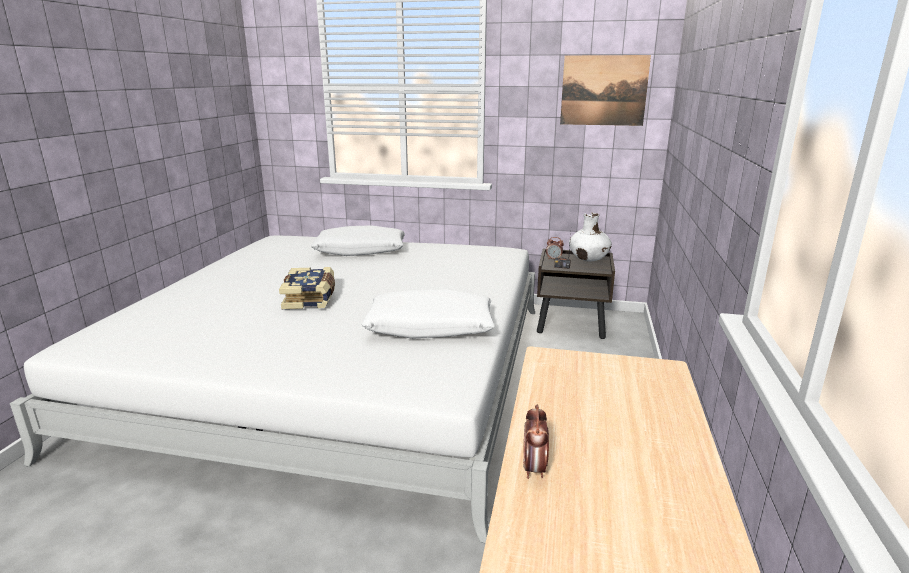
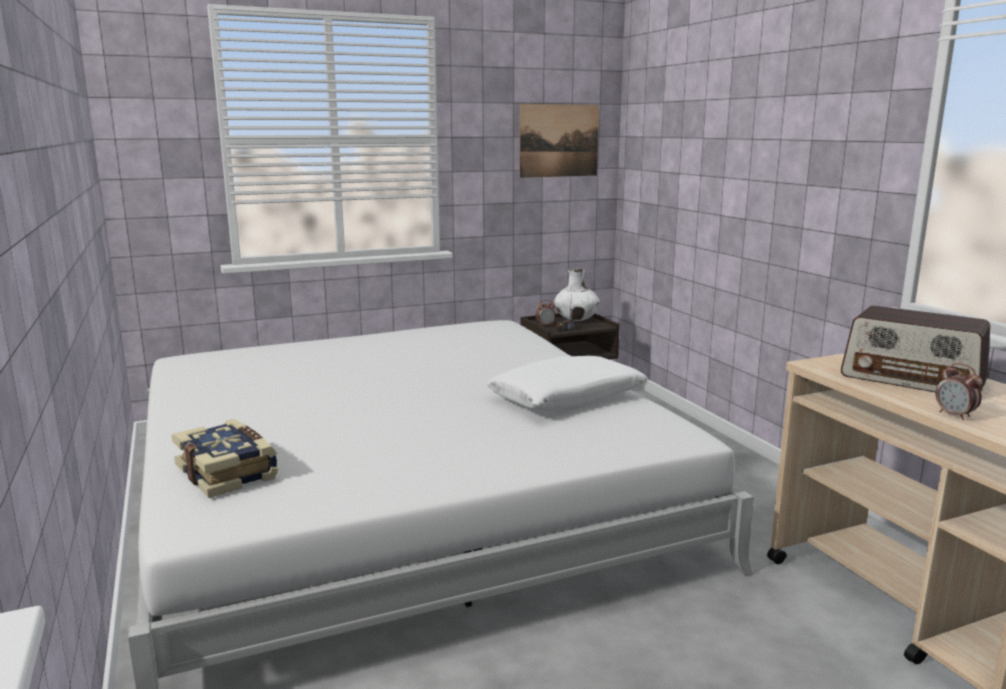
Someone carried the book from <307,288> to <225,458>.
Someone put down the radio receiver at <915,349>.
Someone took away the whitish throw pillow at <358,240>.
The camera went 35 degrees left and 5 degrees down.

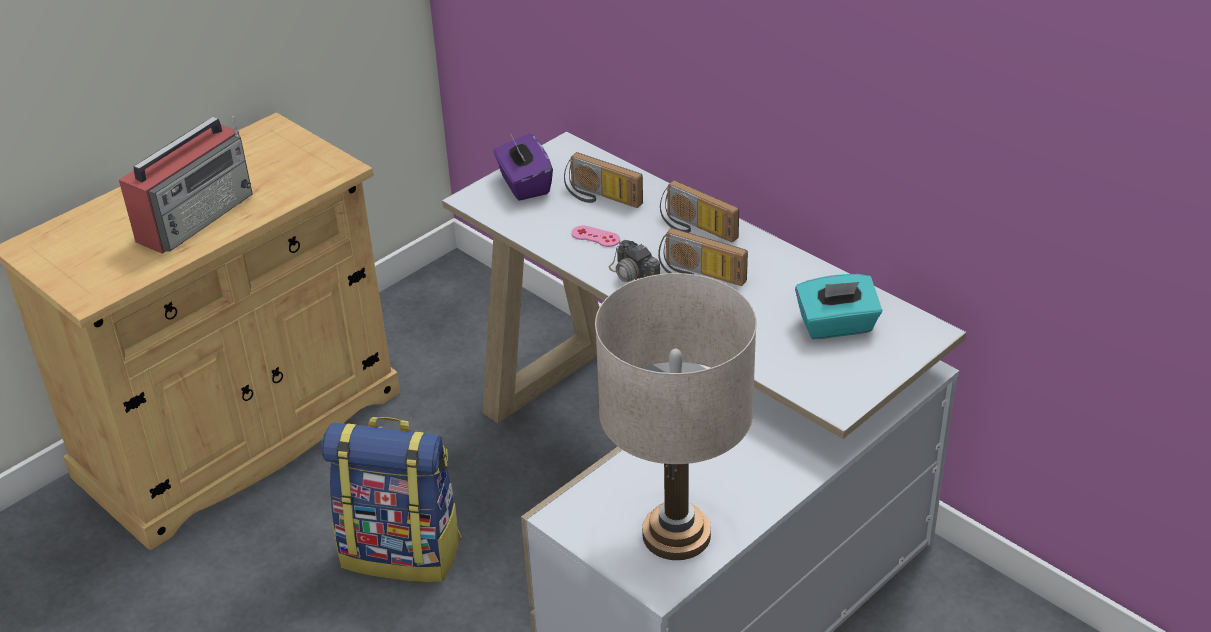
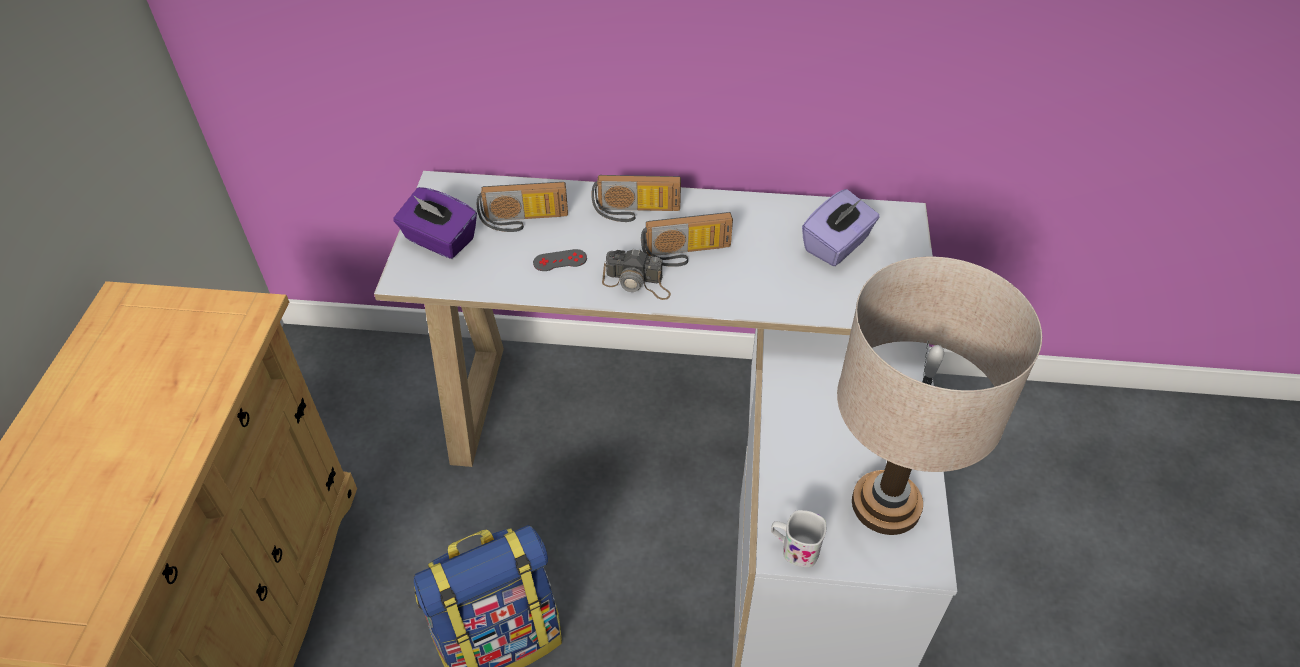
Someone repainted the pink-coloured game controller at <595,236>, which became the grey game controller at <560,260>.
Someone put down the whitish mug at <798,538>.
Someone repainted the turquoise box of tissues at <838,306>, which became the purple-coloured box of tissues at <841,227>.
Someone took away the radio receiver at <186,185>.
The camera went 40 degrees left and 10 degrees up.

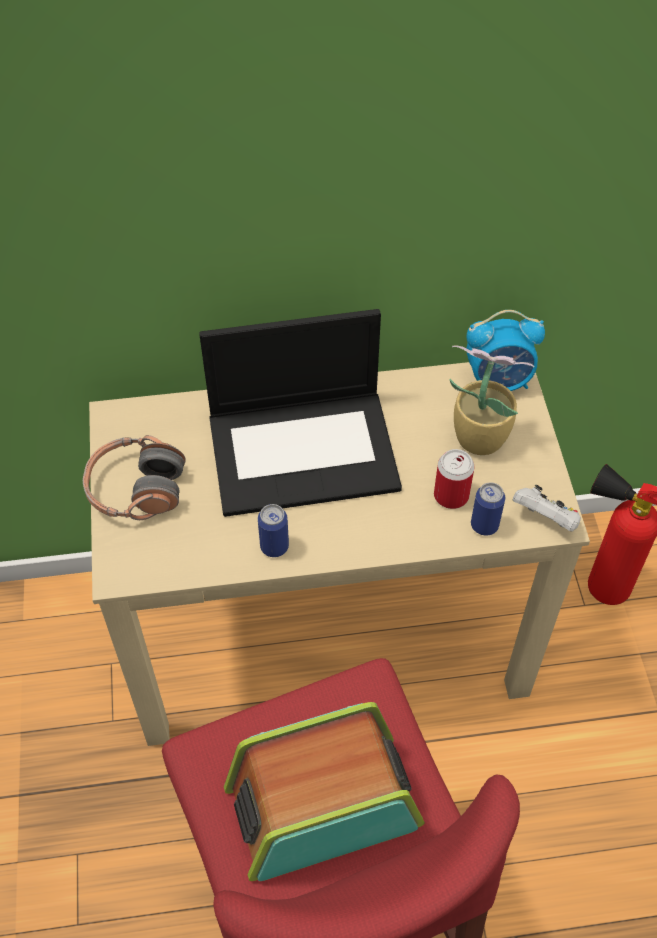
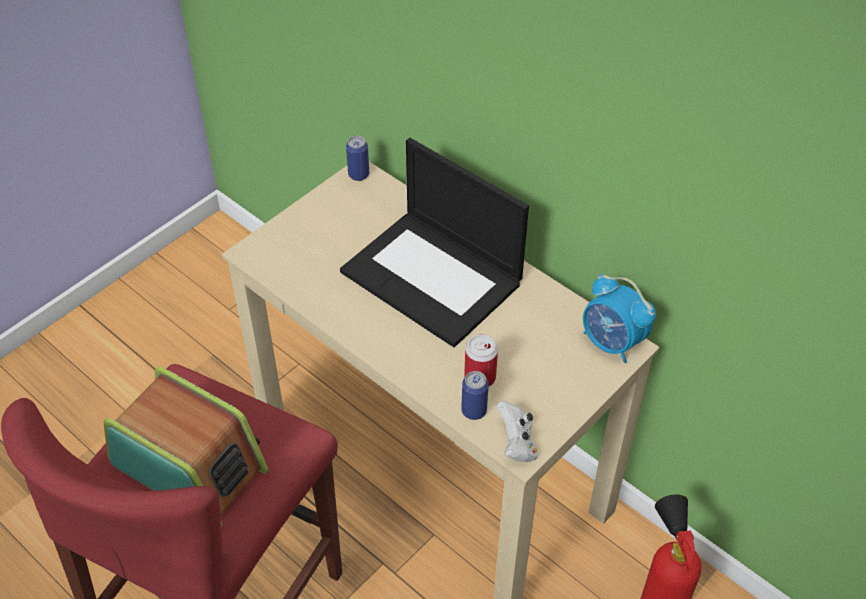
Someone carried the sealed can from <273,530> to <357,158>.
Someone took away the pair of headphones at <134,477>.
Someone took away the plant in a pot at <492,400>.
The camera went 50 degrees right and 5 degrees down.

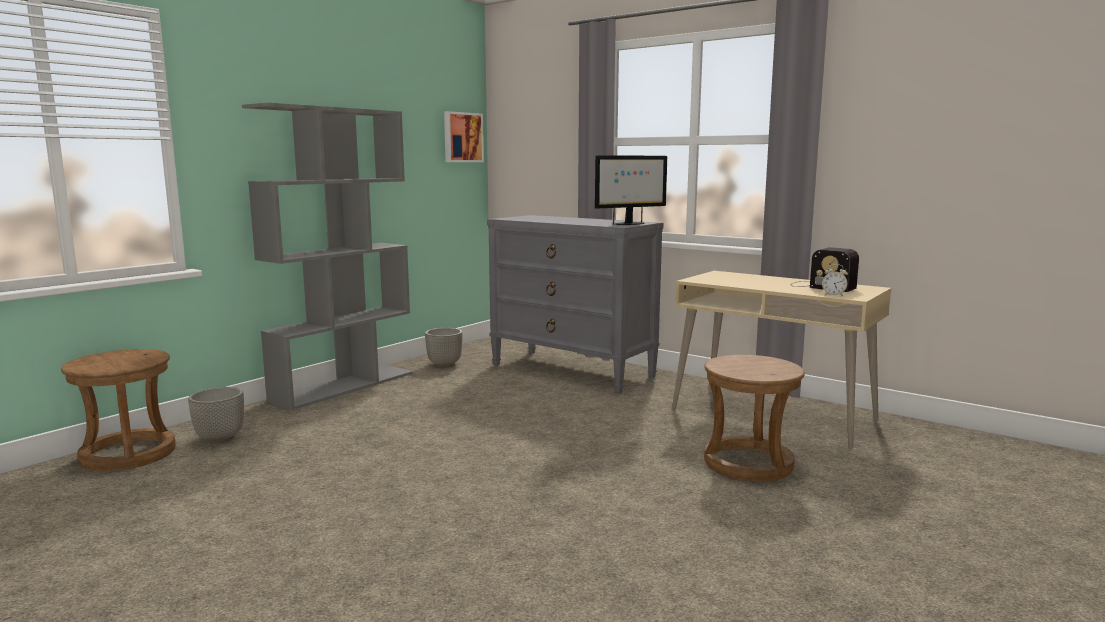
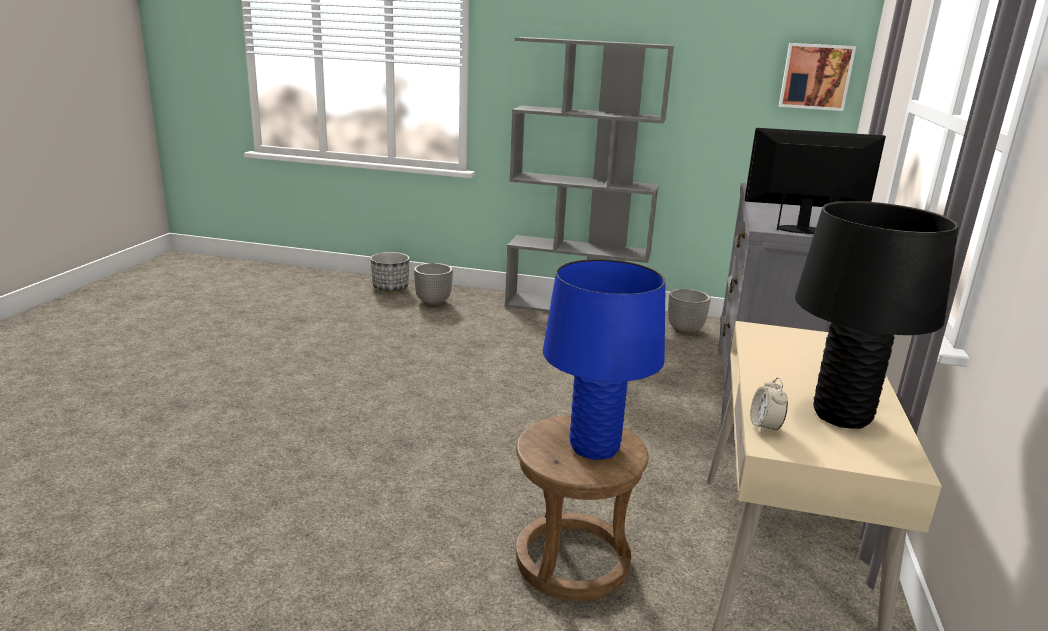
Someone swapped the brownish stool at <118,410> for the plant pot at <390,272>.
Someone put down the bluish lamp for a table at <604,359>.
Someone rotated the monitor at <631,190> by 150 degrees clockwise.
Someone swapped the radio receiver at <825,269> for the black lamp for a table at <877,315>.
The camera went 65 degrees right and 10 degrees up.

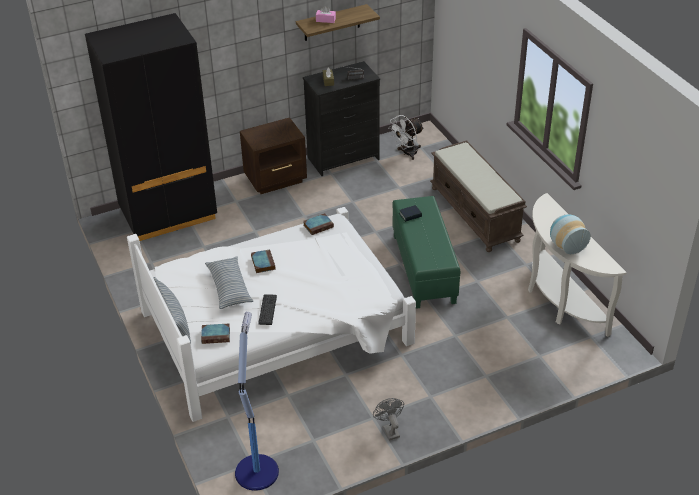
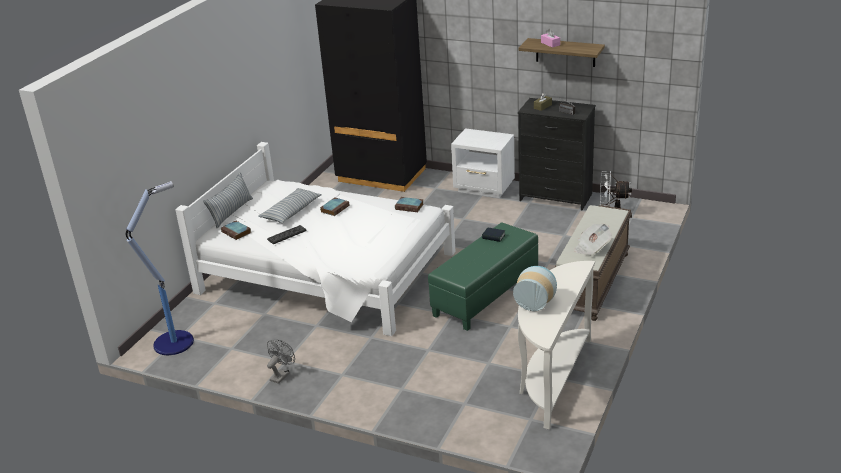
Someone repainted the brownish night table at <273,155>, which became the whitish night table at <483,163>.
Someone put down the newspaper at <593,240>.
The camera went 50 degrees right and 10 degrees down.

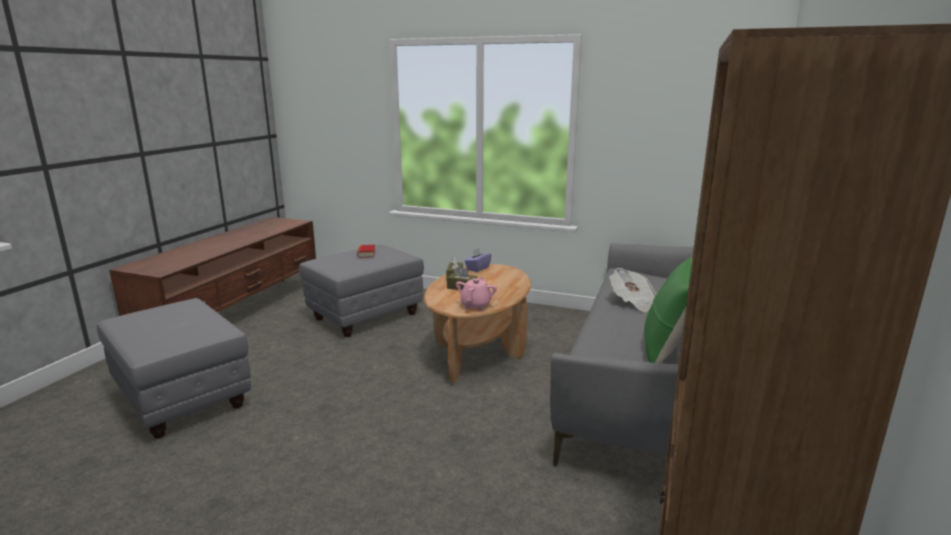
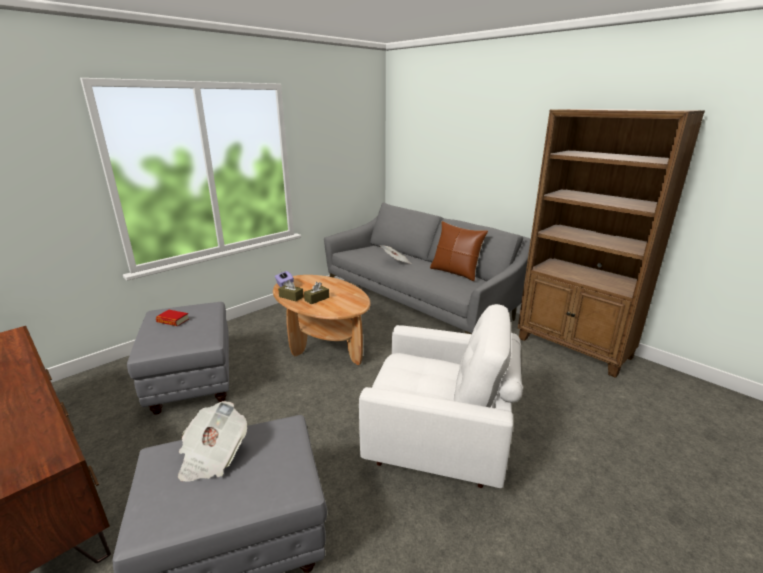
Someone put down the newspaper at <212,441>.
Someone put down the whitish lounge chair at <441,396>.
Someone repainted the greenish throw pillow at <668,309>, which became the brownish throw pillow at <459,251>.
Someone took away the pink-coloured teapot at <476,293>.
The camera went 65 degrees left and 5 degrees up.

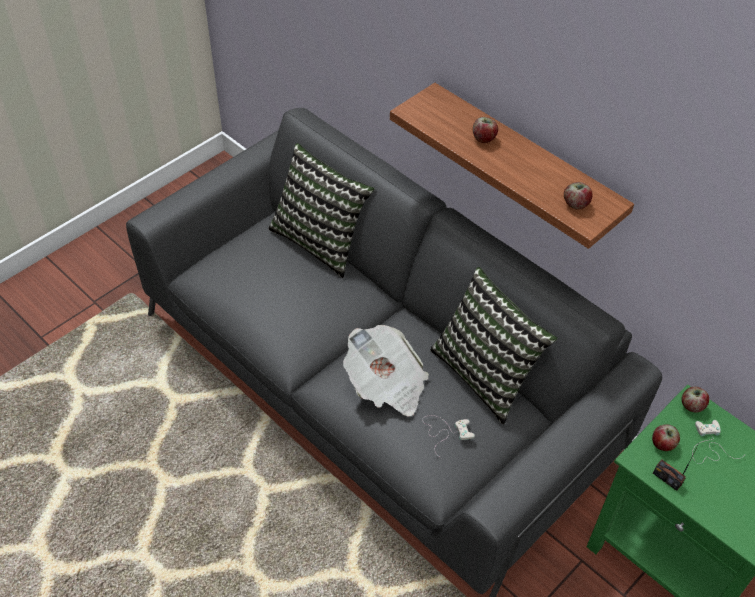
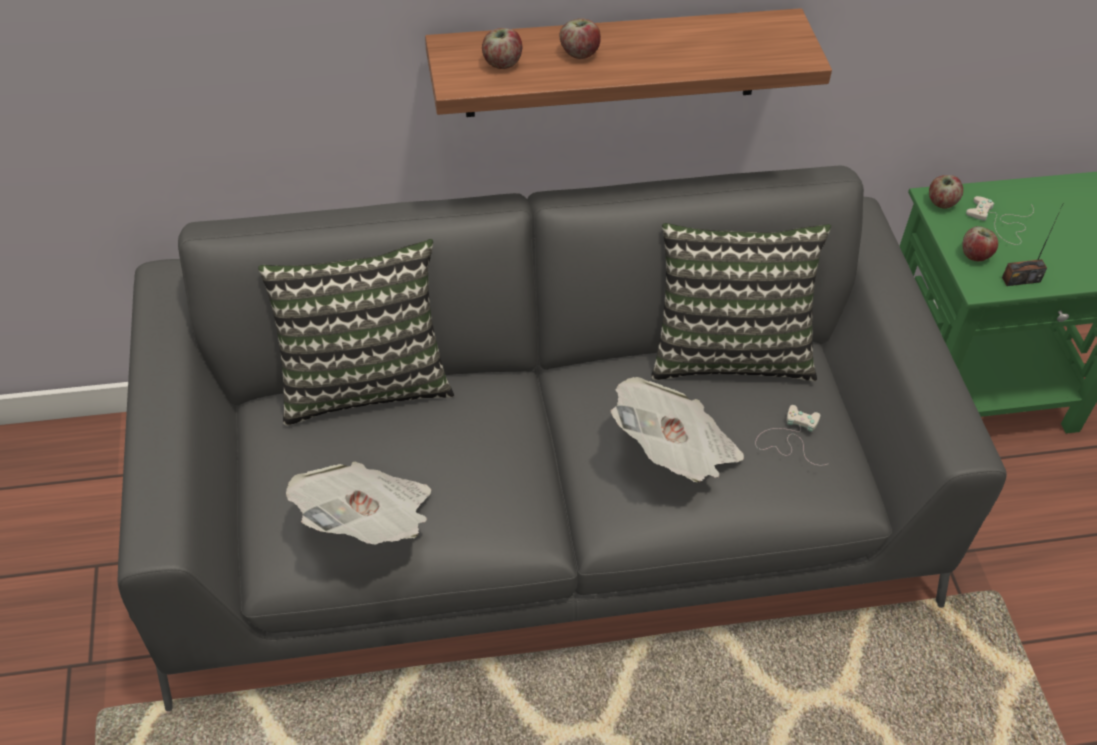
Someone put down the newspaper at <358,503>.
Someone carried the whole apple from <578,196> to <502,48>.
The camera went 55 degrees left and 0 degrees up.

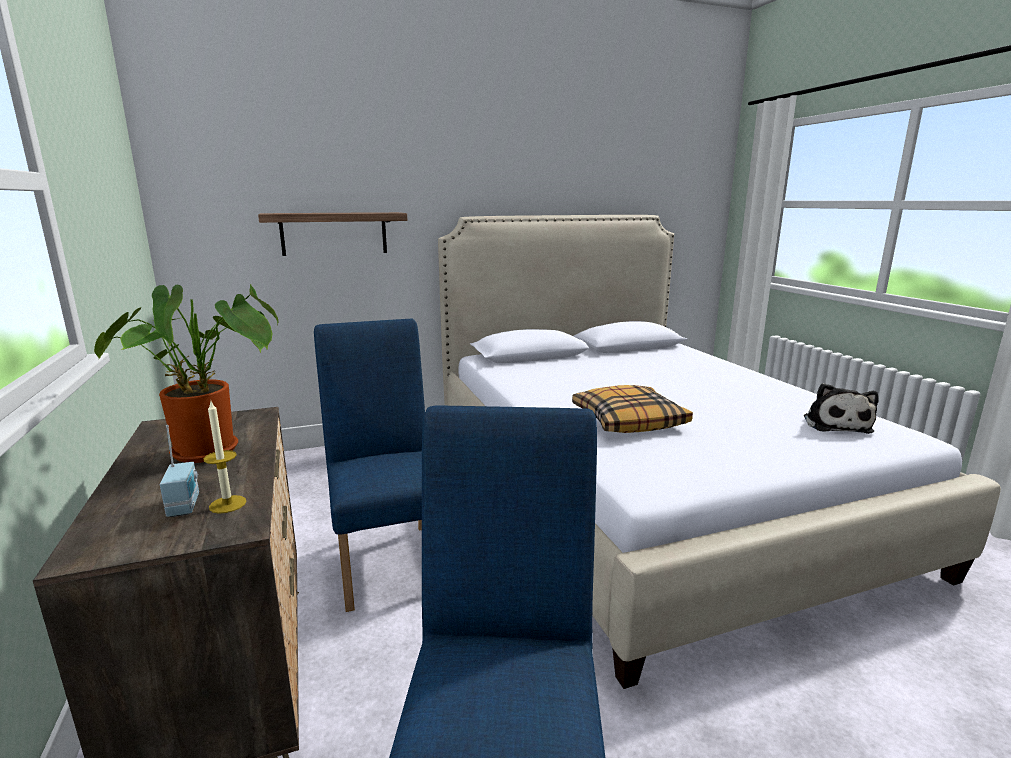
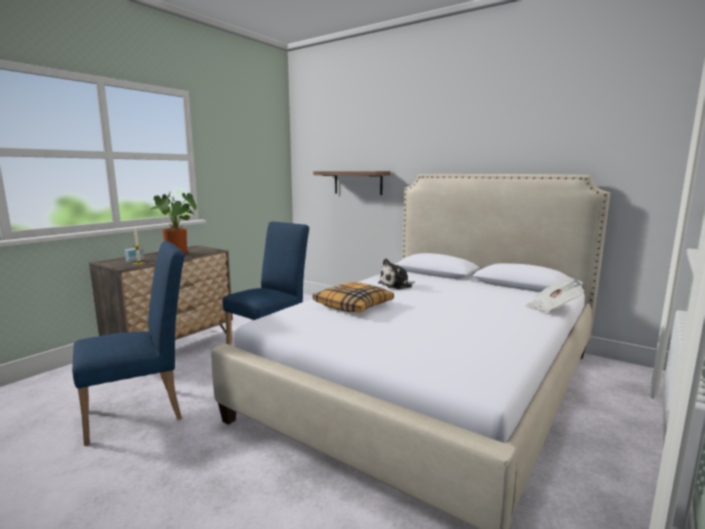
Someone carried the cuddly toy from <841,408> to <396,274>.
Someone put down the newspaper at <555,296>.
The camera went 55 degrees right and 5 degrees down.

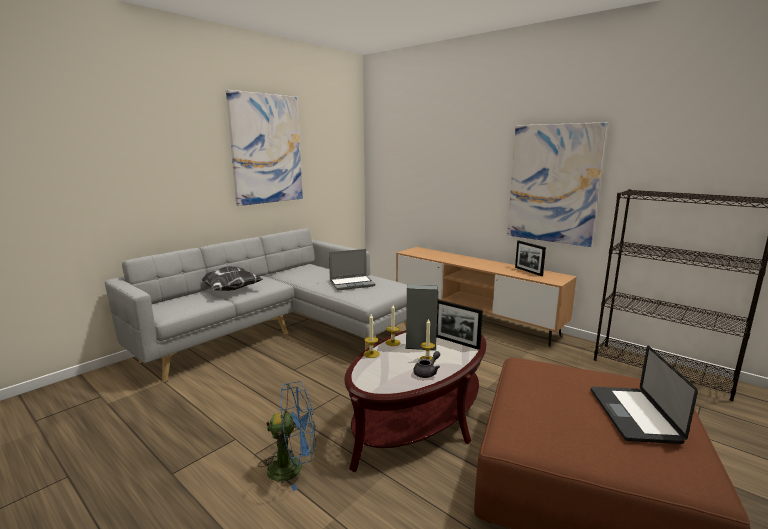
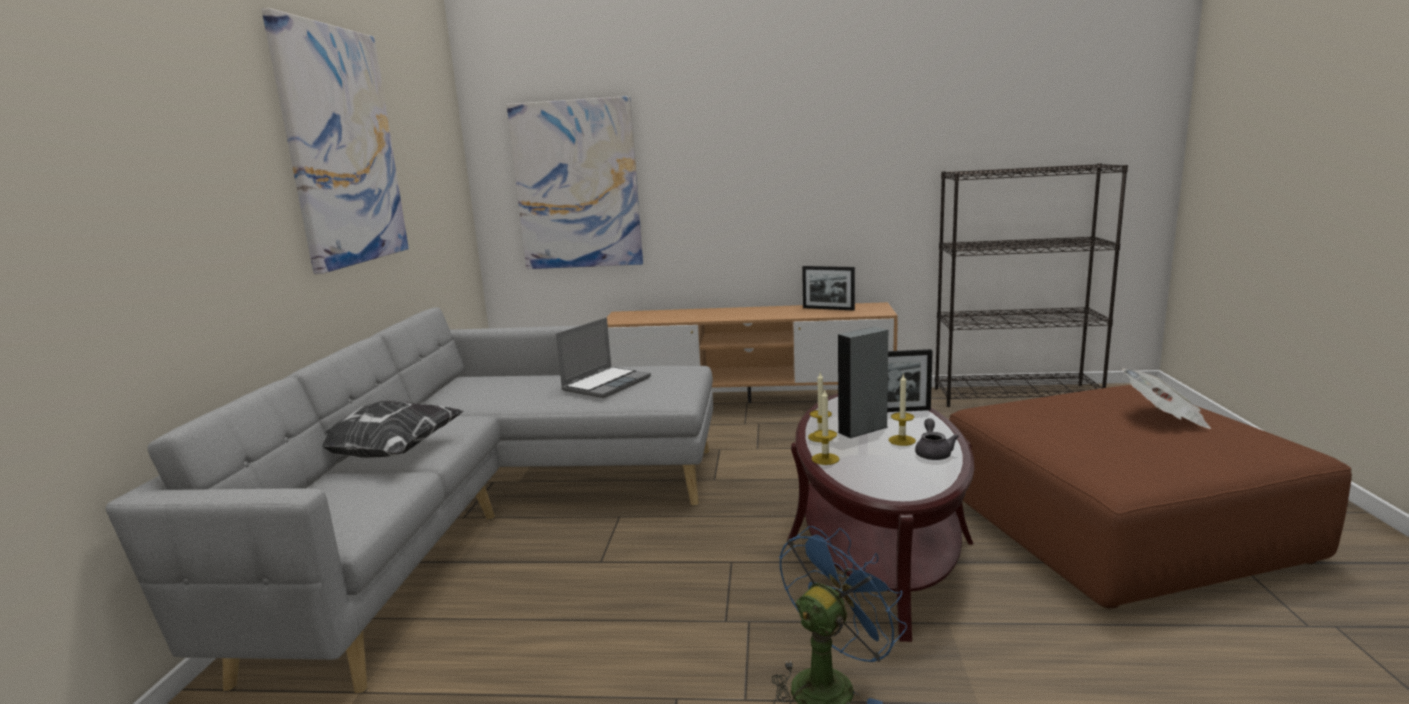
Someone carried the wall picture from <557,184> to <575,182>.
Someone swapped the laptop at <644,395> for the newspaper at <1166,398>.
The camera went 35 degrees left and 0 degrees up.

